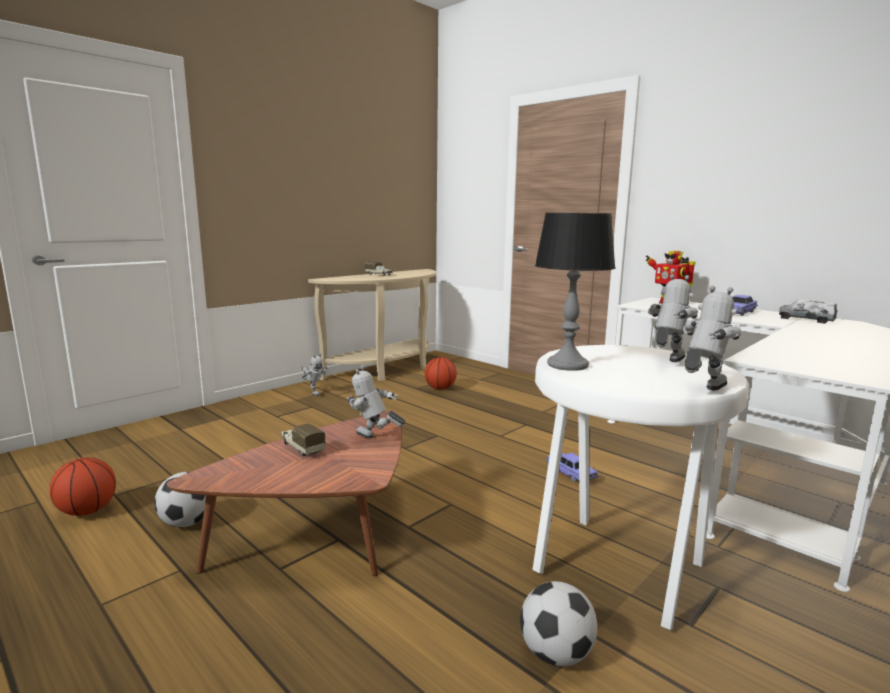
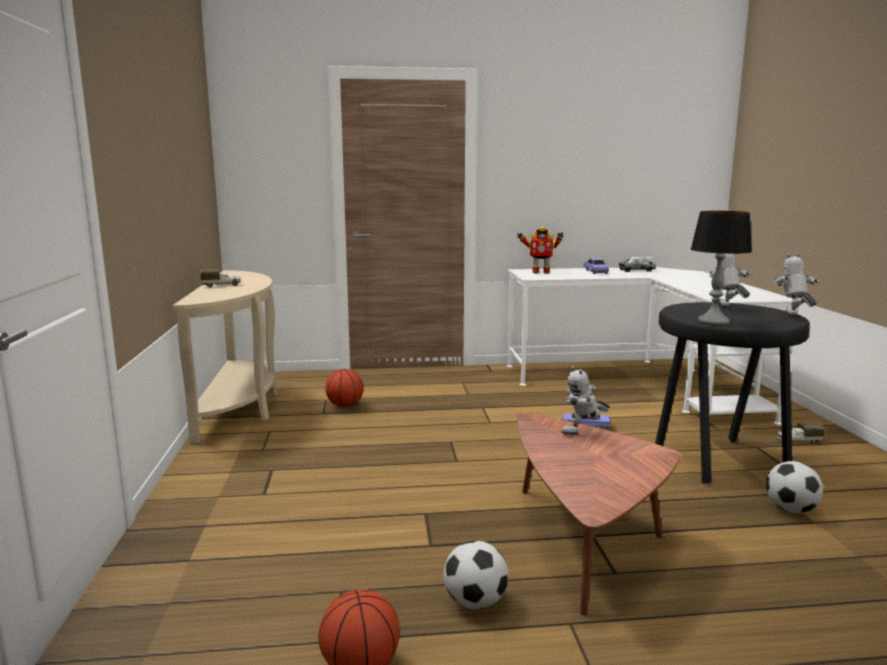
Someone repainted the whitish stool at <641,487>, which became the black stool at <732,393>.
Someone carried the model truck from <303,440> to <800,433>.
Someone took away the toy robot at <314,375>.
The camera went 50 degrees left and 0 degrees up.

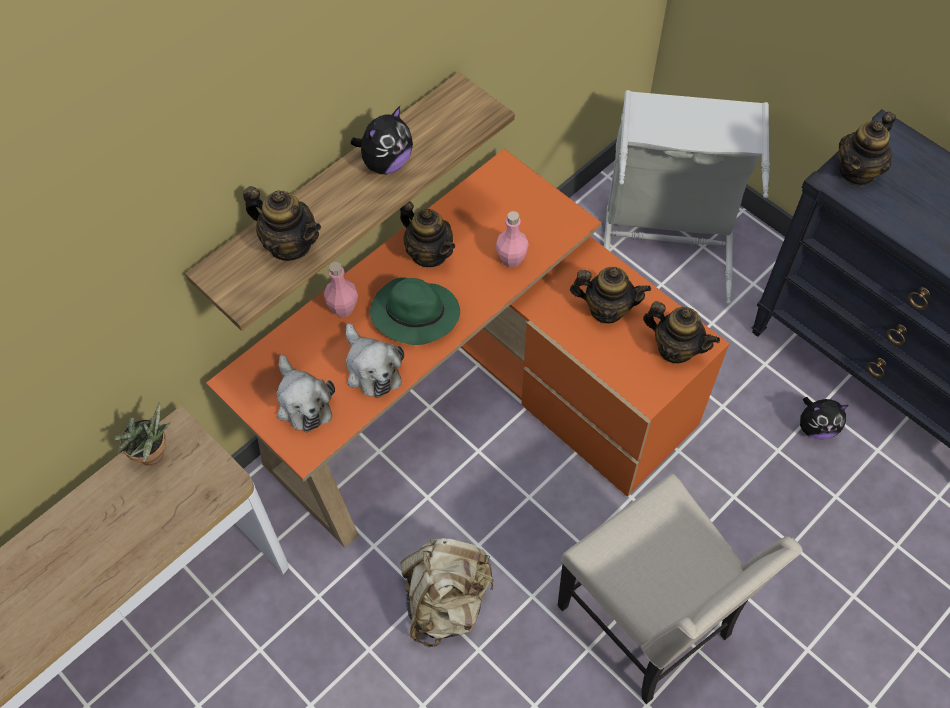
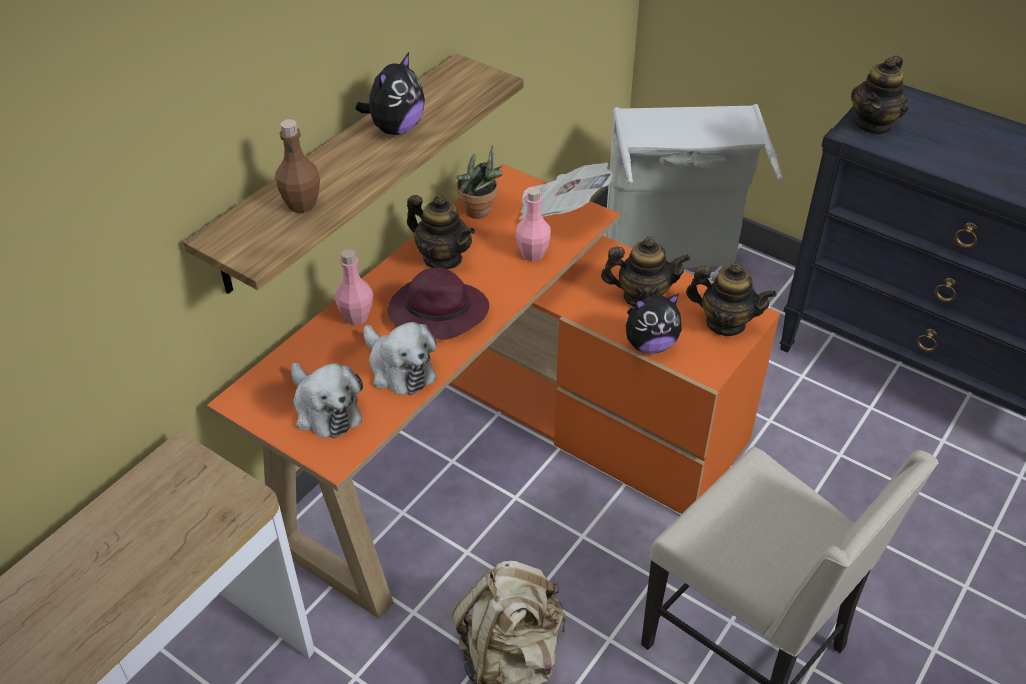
Someone swapped the teapot at <282,223> for the brownish drink bottle at <297,166>.
Someone repainted the greenish wearable hat at <415,311>, which became the purple-coloured wearable hat at <438,303>.
Someone carried the plant in a pot from <142,433> to <479,182>.
Someone put down the newspaper at <566,191>.
Someone carried the cuddly toy from <824,418> to <654,323>.
The camera went 10 degrees left and 15 degrees down.

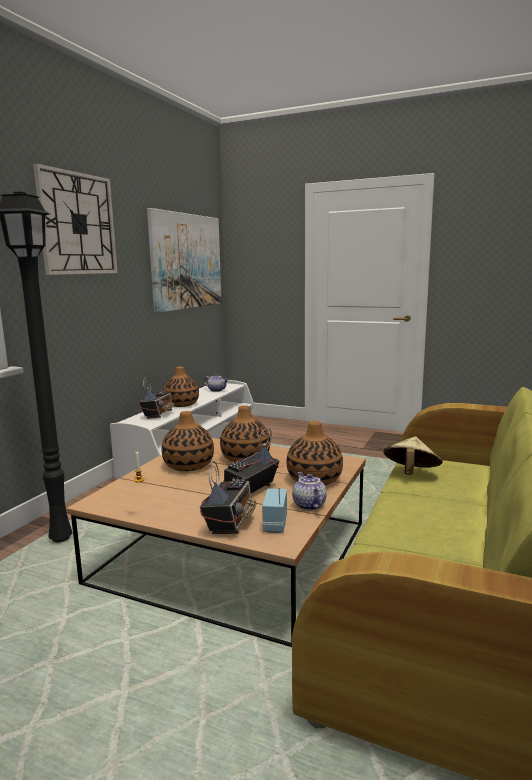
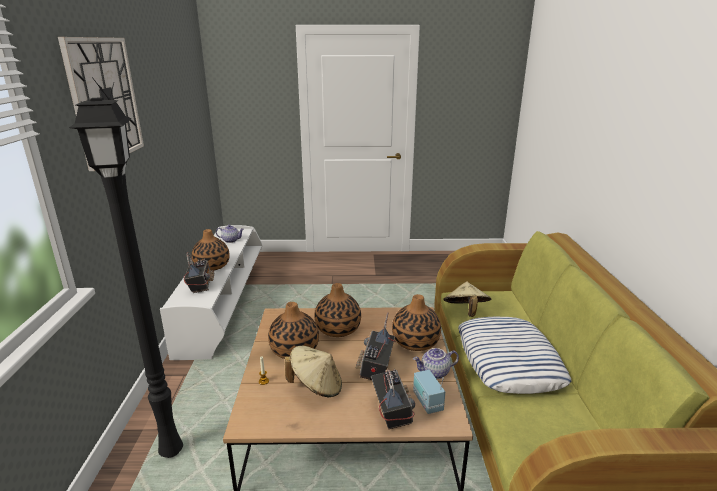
Someone put down the beige wearable hat at <313,372>.
Someone rotated the teapot at <309,491> by 60 degrees counterclockwise.
Someone put down the throw pillow at <514,355>.
Someone took away the wall picture at <184,260>.
The camera went 25 degrees left and 10 degrees up.

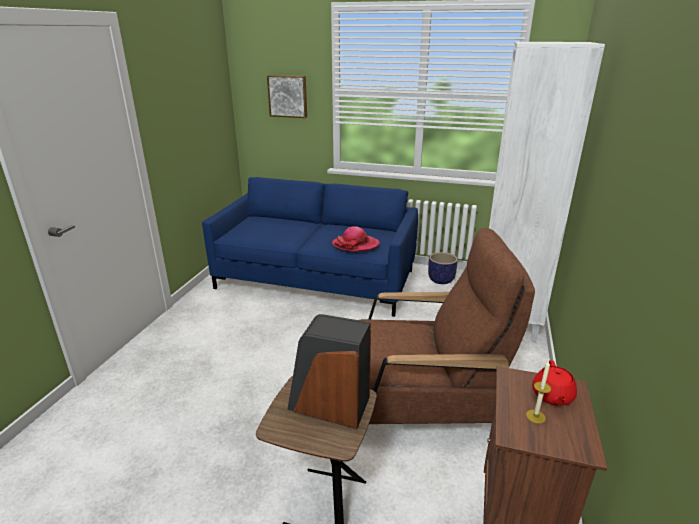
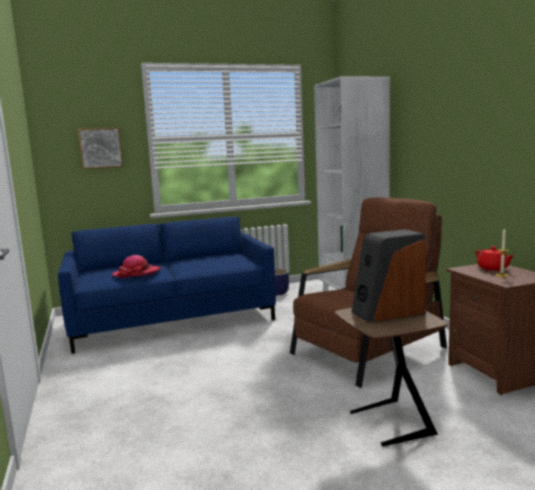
Someone carried the wearable hat from <356,239> to <136,266>.
The camera went 35 degrees left and 15 degrees down.

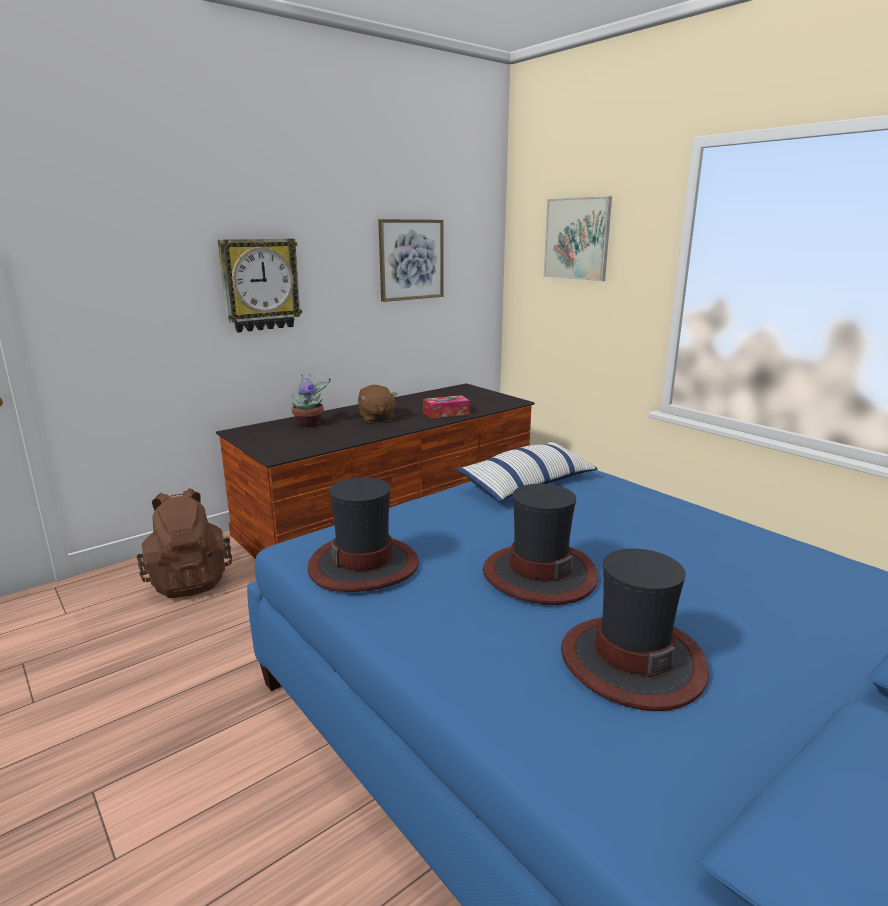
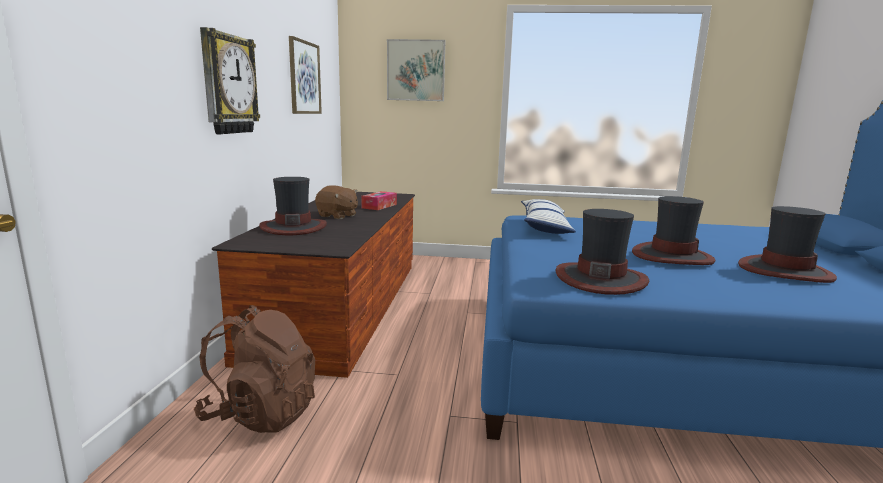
Someone swapped the plant in a pot at <311,400> for the wearable hat at <293,206>.
The camera went 45 degrees left and 5 degrees down.

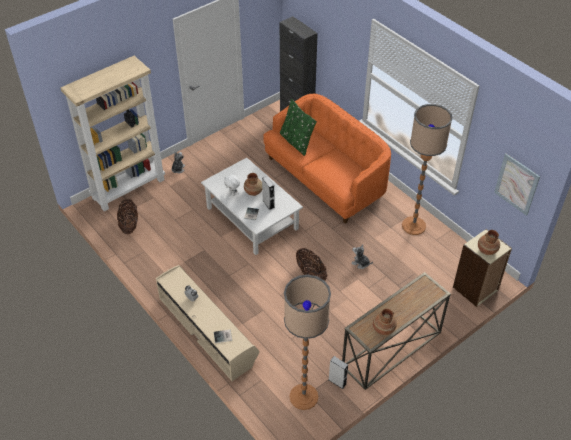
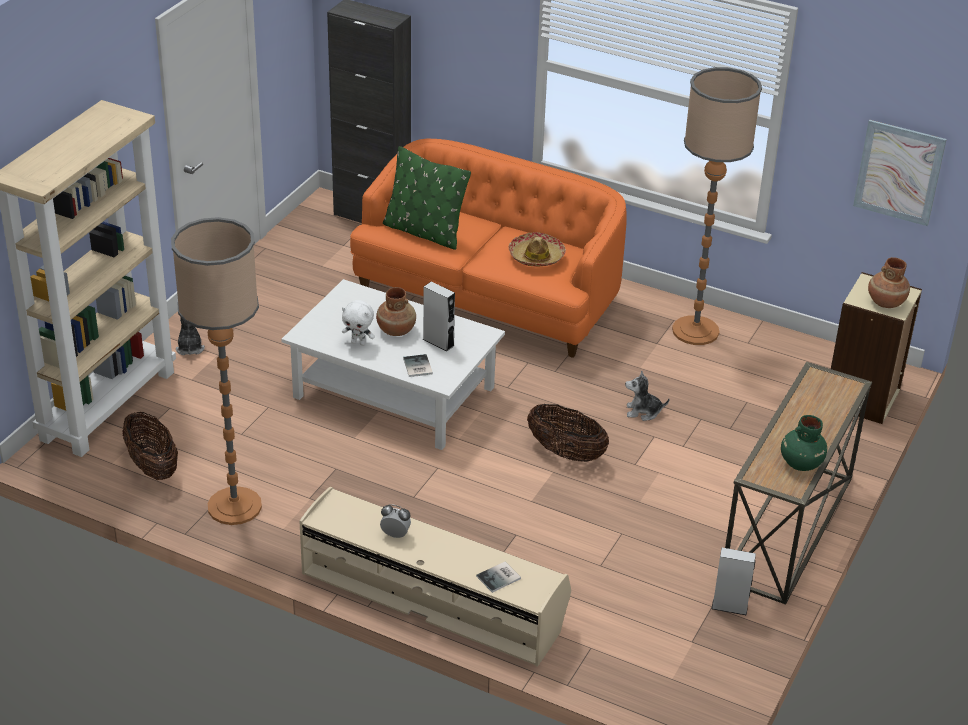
Someone carried the standing lamp from <307,342> to <216,371>.
Someone put down the wearable hat at <537,249>.
Someone repainted the brownish decorative vase at <385,322>, which became the greenish decorative vase at <804,443>.
The camera went 25 degrees left and 10 degrees down.

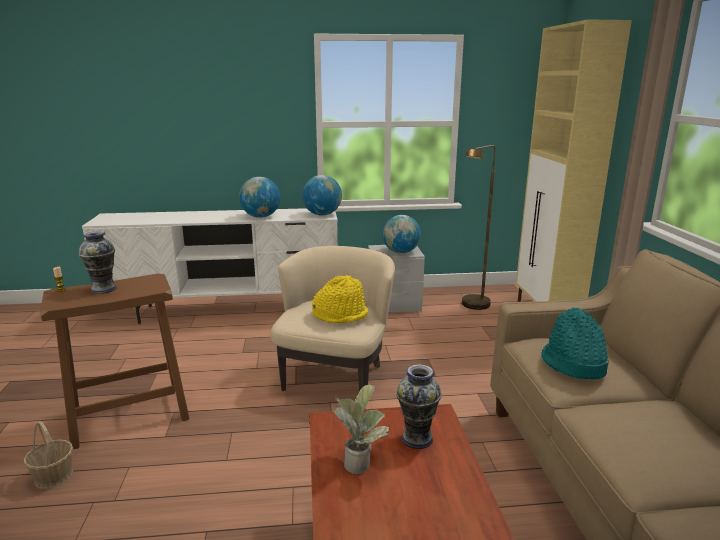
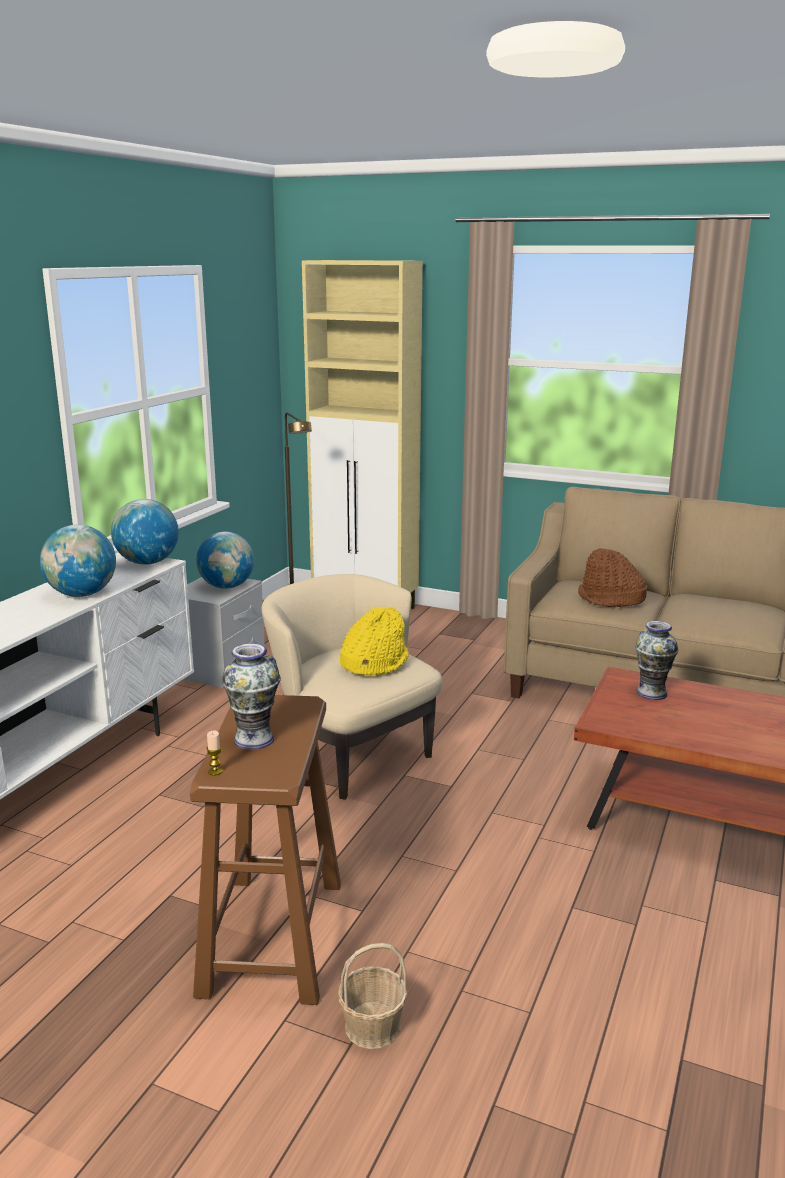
Someone repainted the turquoise wearable hat at <575,343>, which became the brownish wearable hat at <612,577>.
Someone took away the plant in a pot at <361,429>.
The camera went 60 degrees left and 0 degrees up.

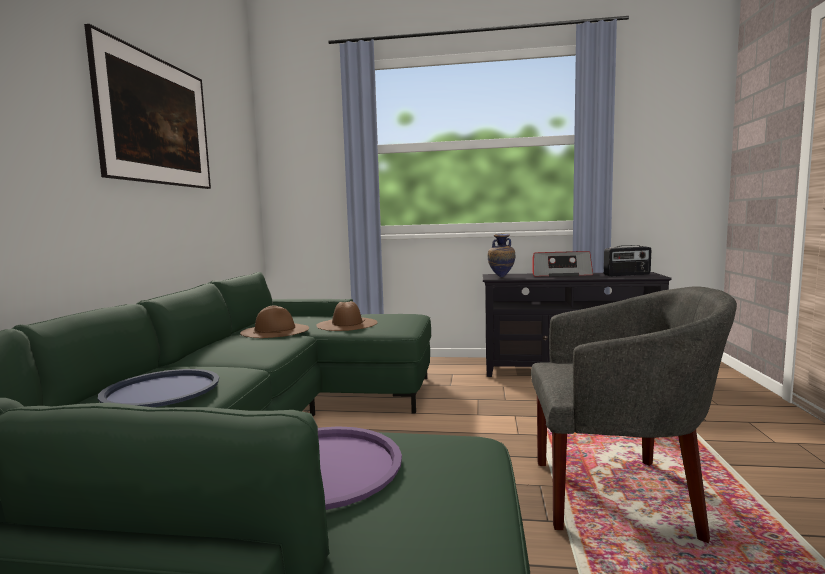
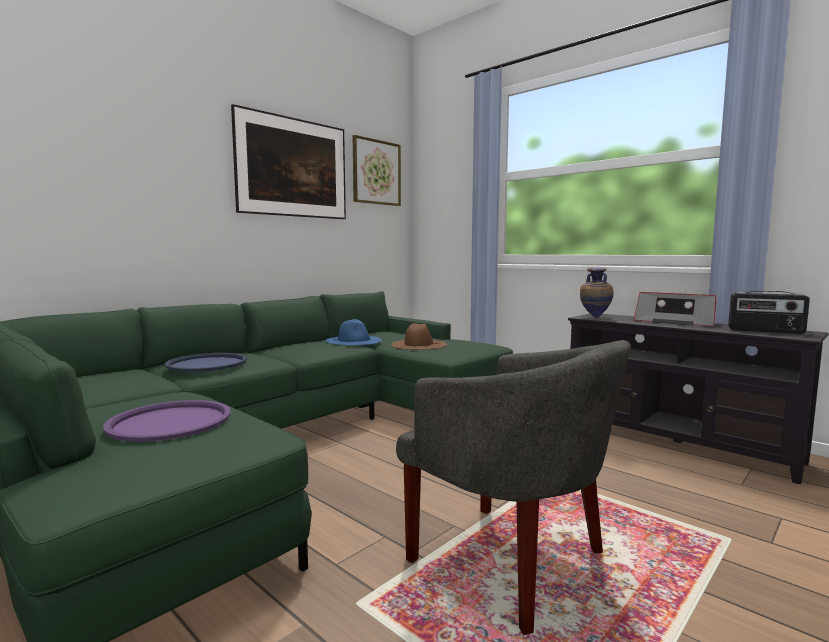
Someone repainted the brownish wearable hat at <274,322>, which became the bluish wearable hat at <354,332>.
Someone put up the wall picture at <377,170>.
The camera went 35 degrees right and 0 degrees up.

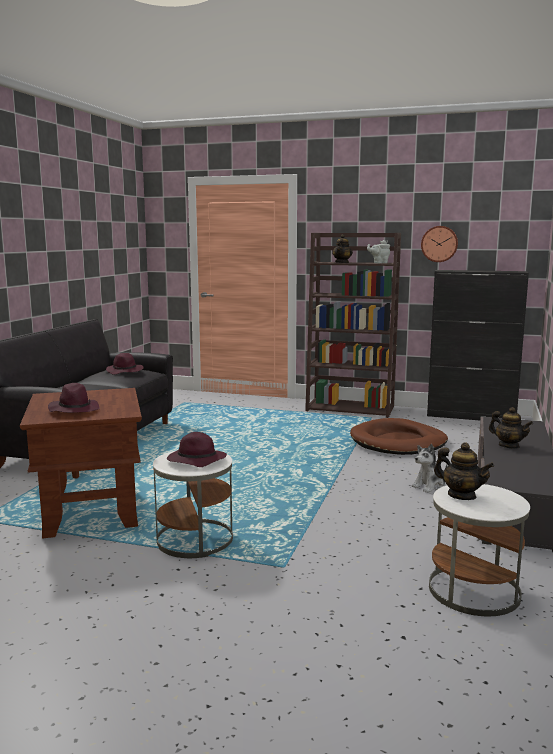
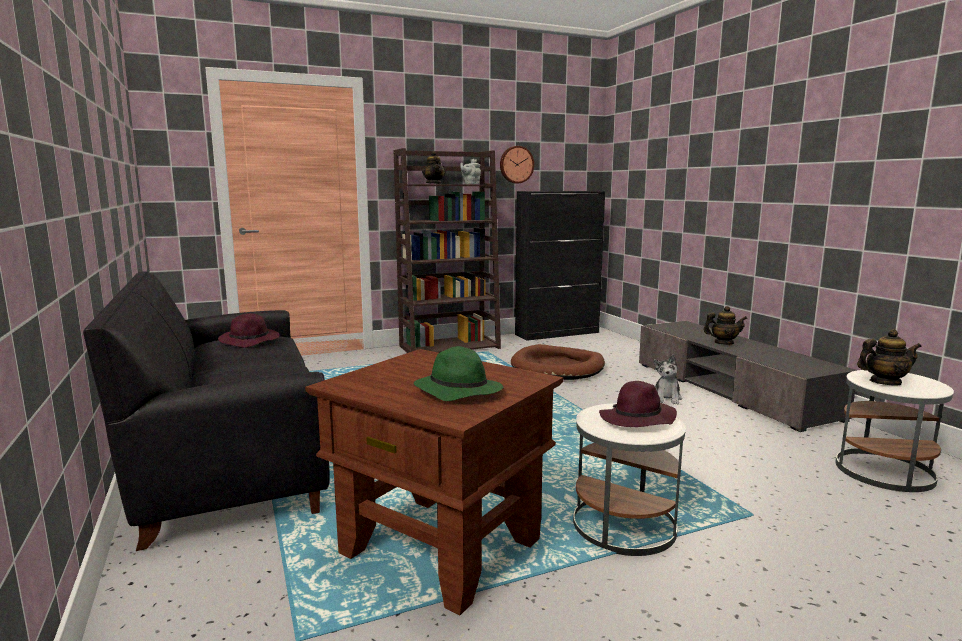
Someone repainted the purple-coloured wearable hat at <74,398>, which became the greenish wearable hat at <459,373>.
The camera went 40 degrees left and 0 degrees up.

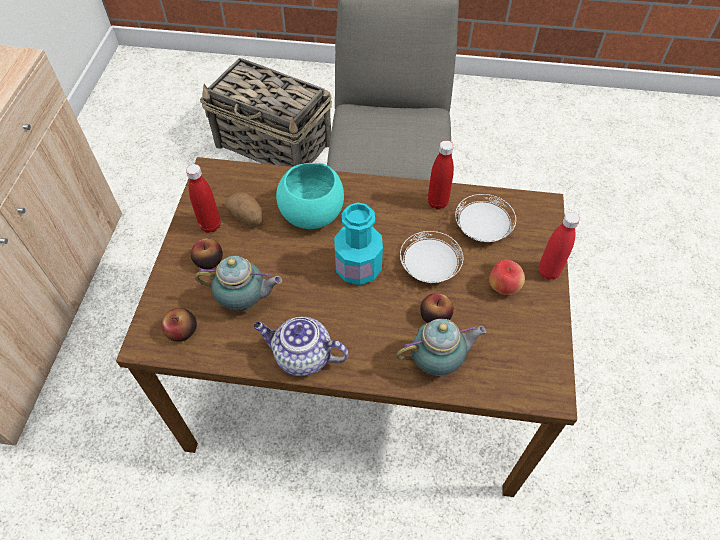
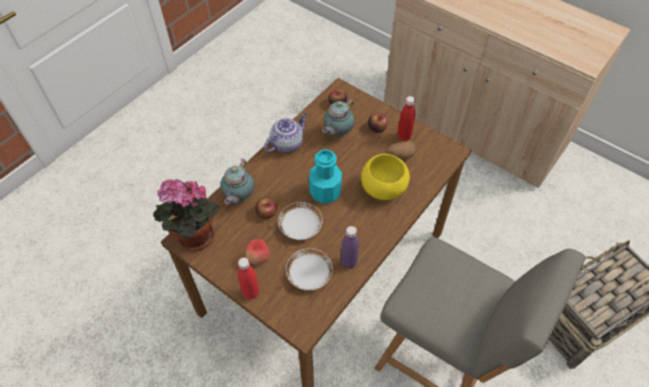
Someone put down the plant in a pot at <186,215>.
Someone repainted the red-coloured drink bottle at <441,175>, which became the purple-coloured drink bottle at <350,247>.
Someone repainted the turquoise serving bowl at <310,196>, which became the yellow-coloured serving bowl at <385,177>.
The camera went 120 degrees right and 0 degrees up.

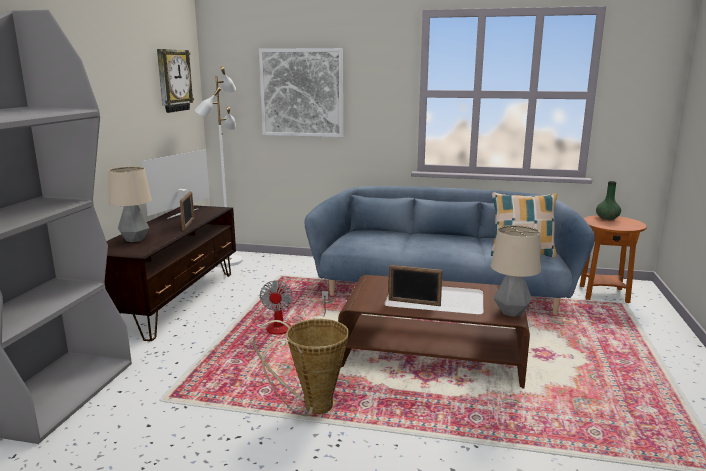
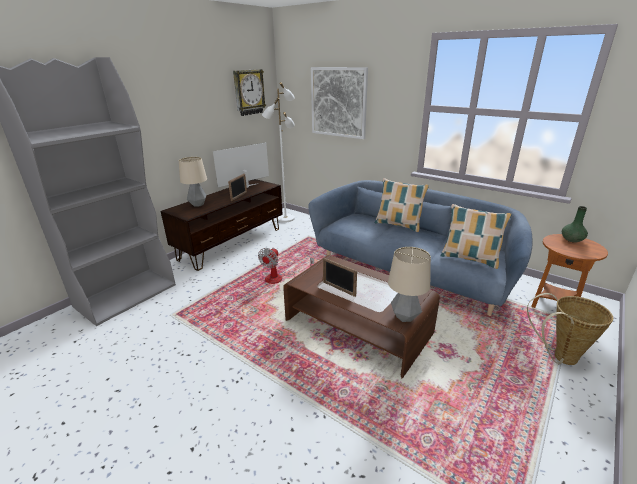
Someone put down the throw pillow at <402,205>.
Someone carried the basket from <301,367> to <570,329>.
The camera went 25 degrees right and 10 degrees up.

